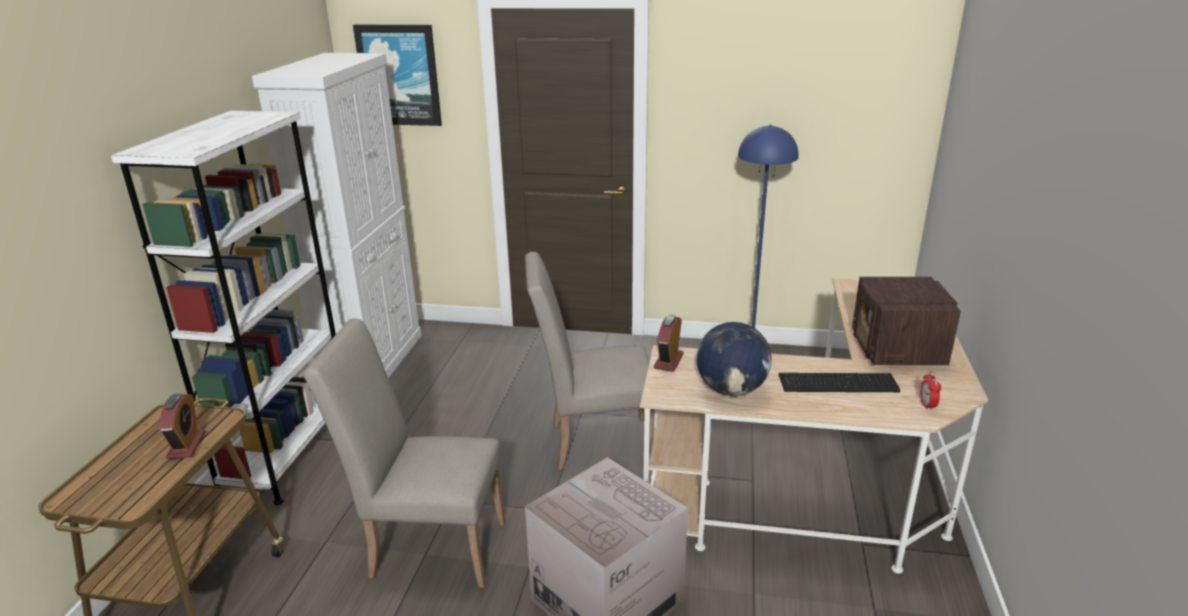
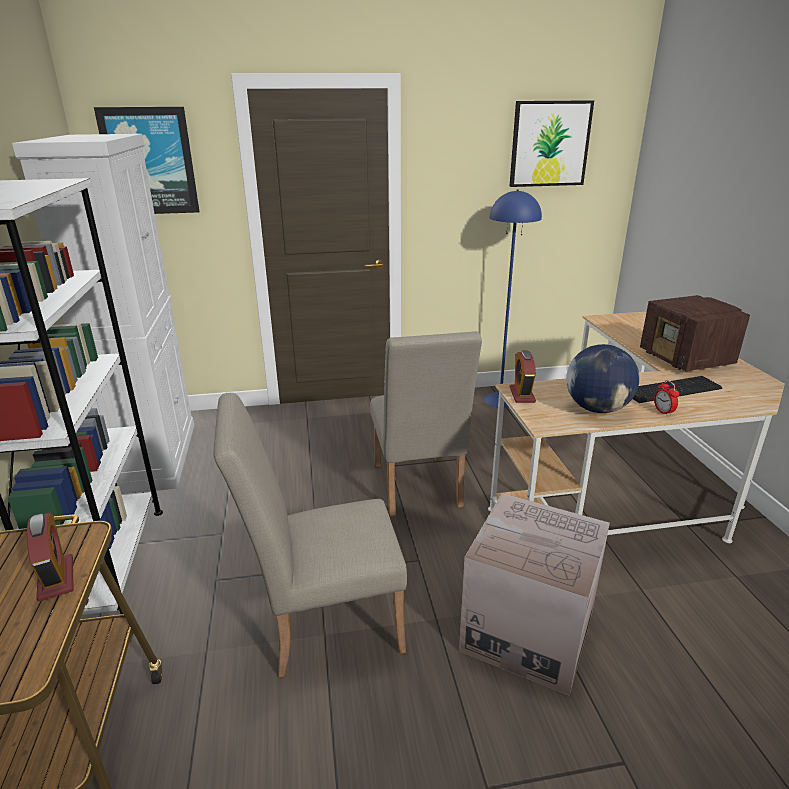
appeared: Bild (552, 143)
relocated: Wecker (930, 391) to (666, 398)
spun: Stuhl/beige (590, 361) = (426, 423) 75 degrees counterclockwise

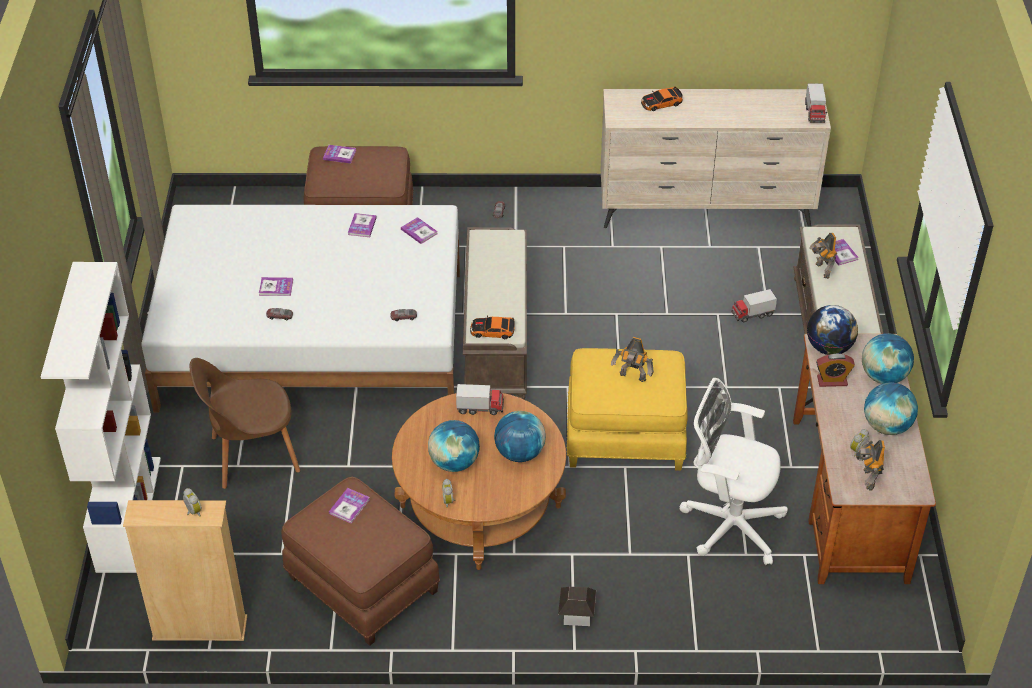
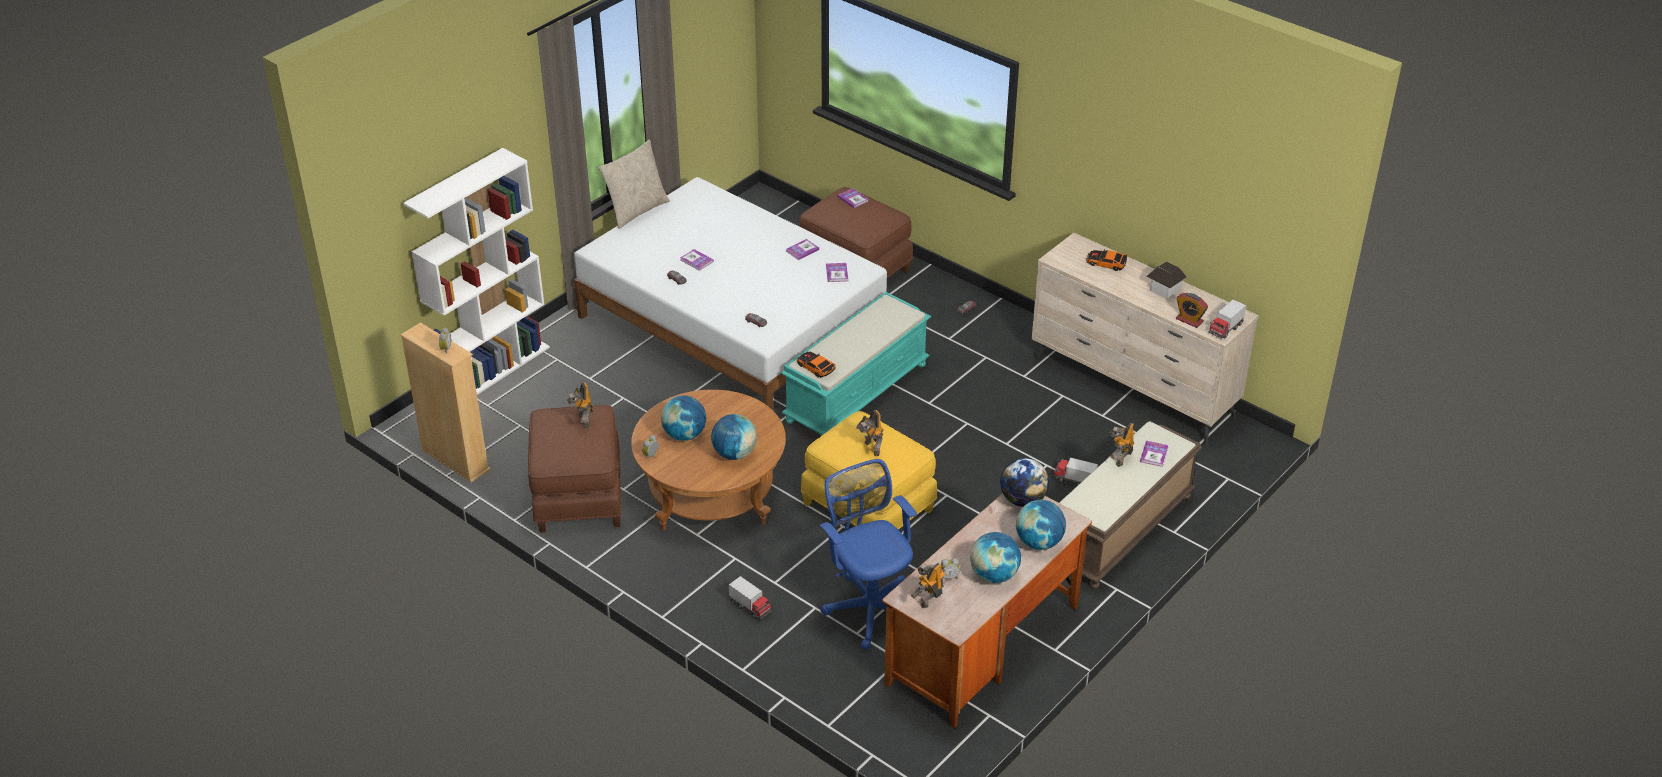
missing: Stuhl/braun (245, 423)
appeared: Kissen/beige (634, 184)
relocated: Spielzeuglaster (480, 399) to (750, 598); Spielzeughaus (577, 606) to (1167, 281); Wecker (835, 370) to (1192, 310)
exchanged: Buch (349, 505) to Spielzeugroboter (580, 405)
colour: Bank/braun (495, 313) to Bank/türkis (856, 364); Bürostuhl/weiß (734, 471) to Bürostuhl/blau (868, 555)

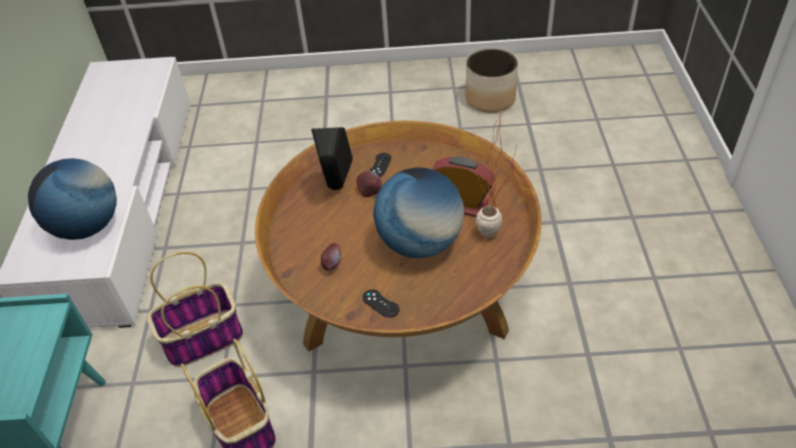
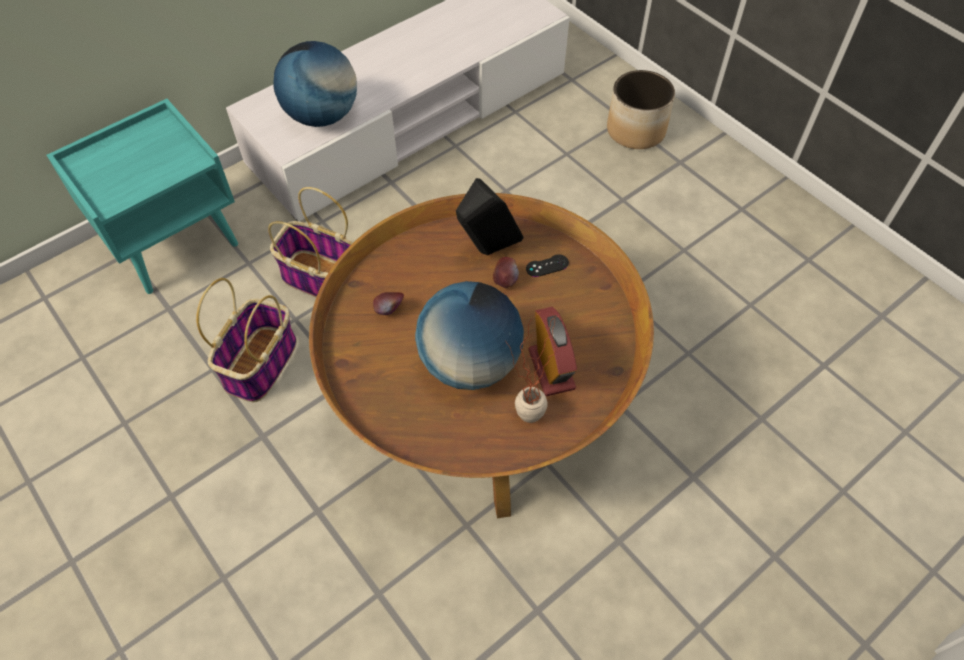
missing: Gamepad/schwarz (381, 303)
relocated: Pflanzkübel (491, 81) to (641, 109)

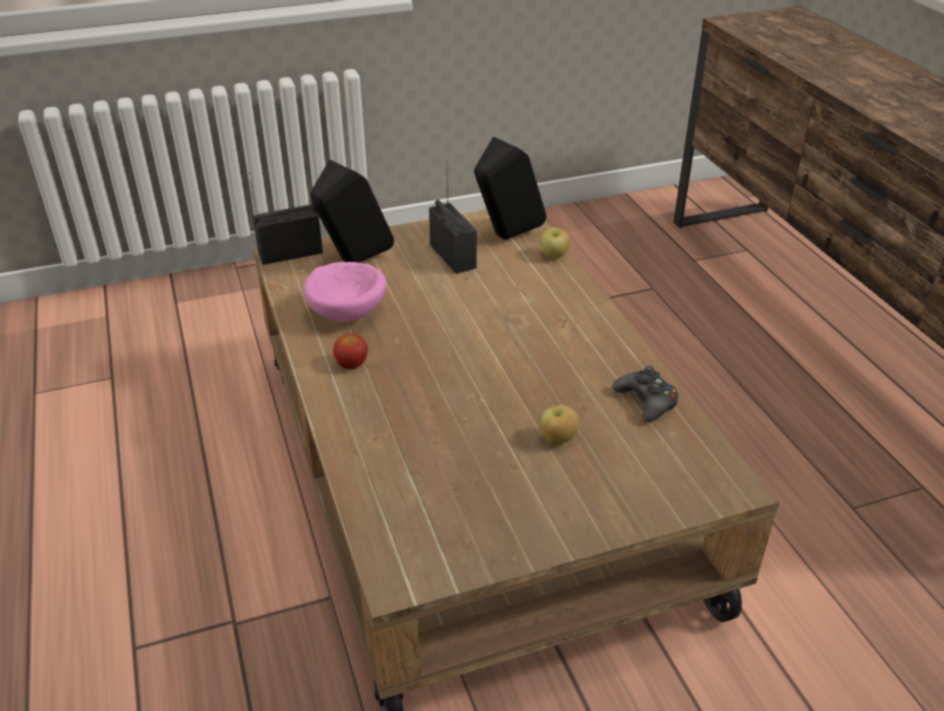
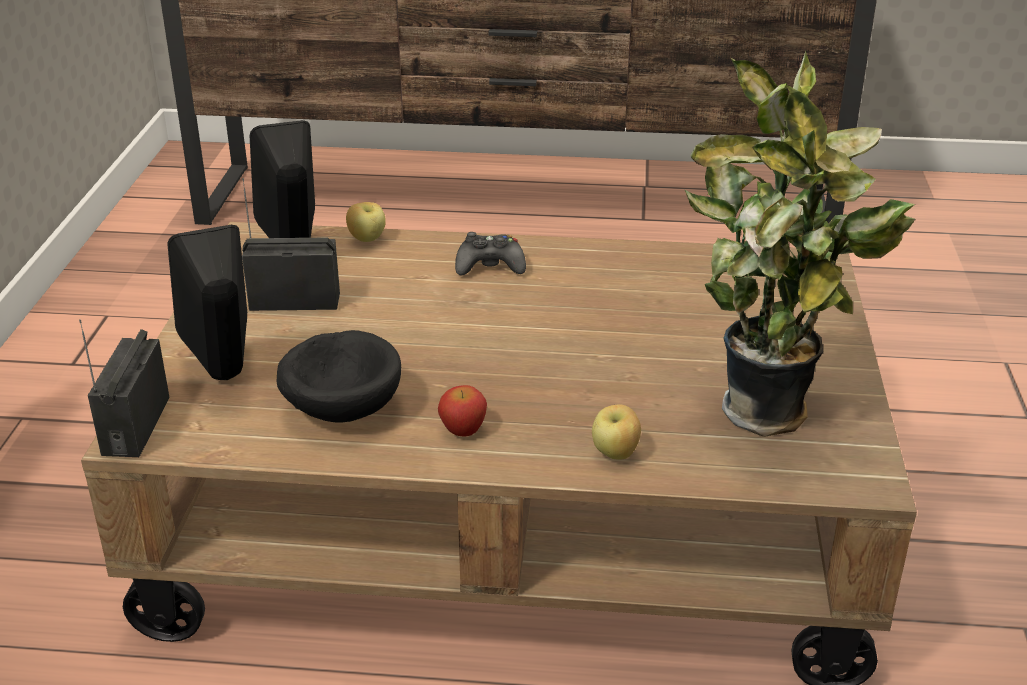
appeared: Topfpflanze (800, 243)
relocated: Apfel (559, 425) to (616, 432); Gamepad/schwarz (645, 394) to (490, 253)
colour: Schüssel/rosa (344, 292) to Schüssel/schwarz (339, 376)

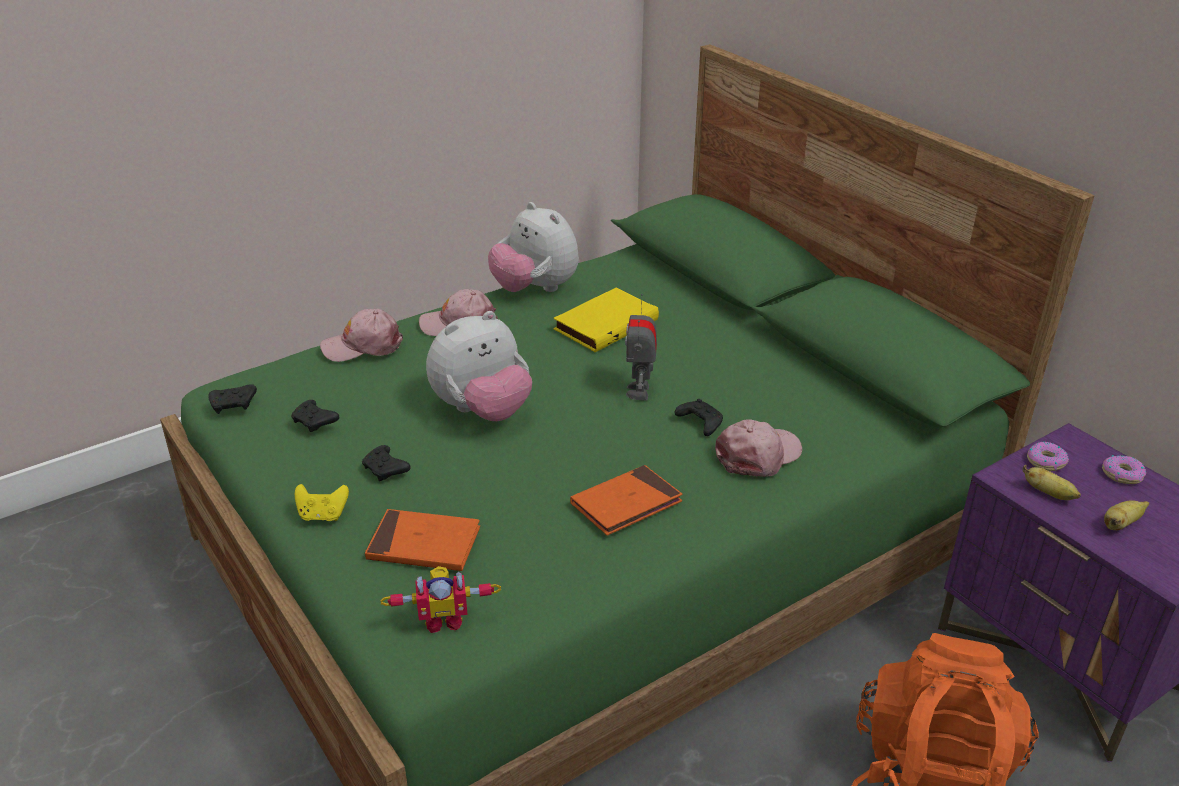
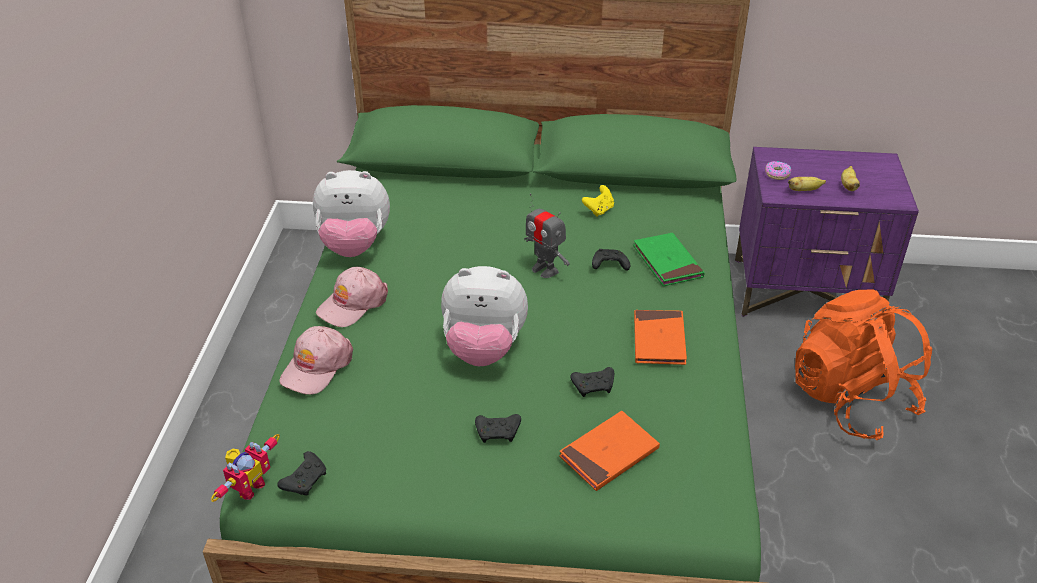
missing: Buch/gelb (606, 320); Donut (1124, 469)
relocated: Gamepad/schwarz (315, 416) to (592, 382); Gamepad/gelb (322, 502) to (598, 201); Spielzeugroboter (440, 599) to (245, 468)
exchanged: Kappe/rosa (758, 448) to Buch/grün (669, 259)
spun: Plüschtier (479, 366) = (484, 316) 90 degrees clockwise

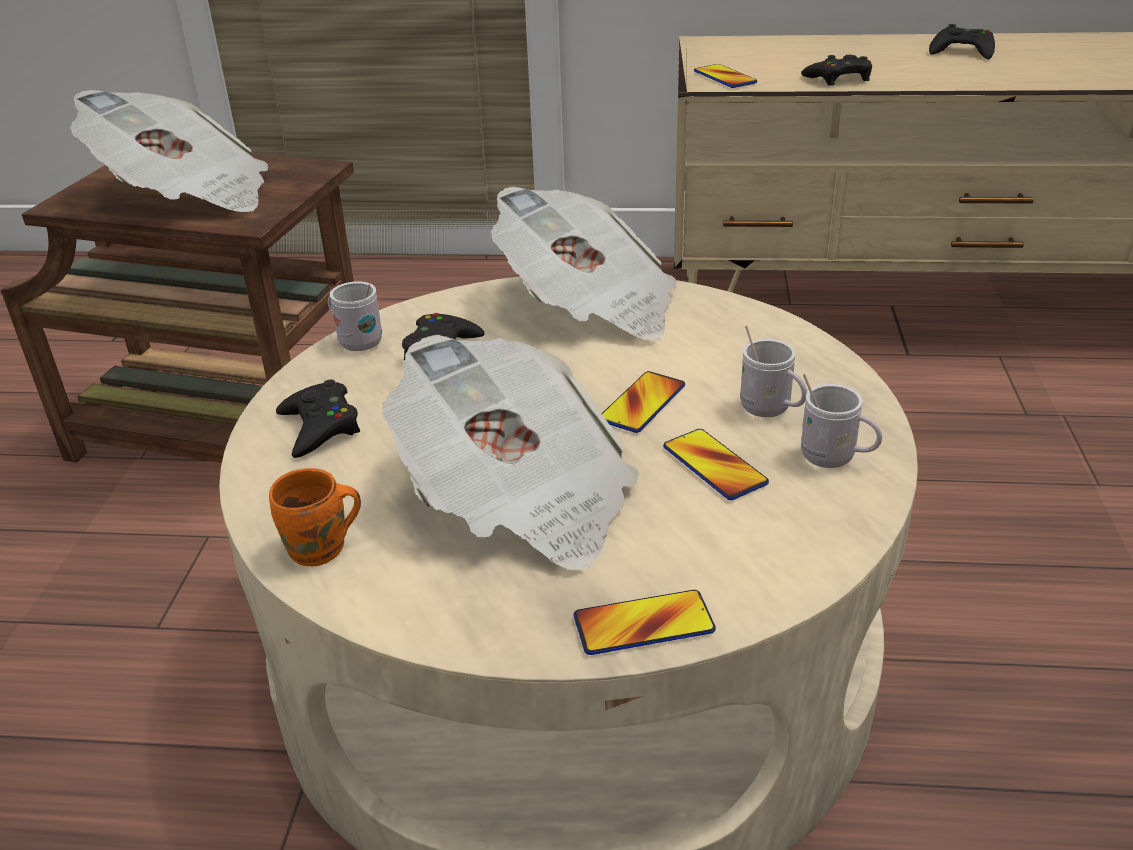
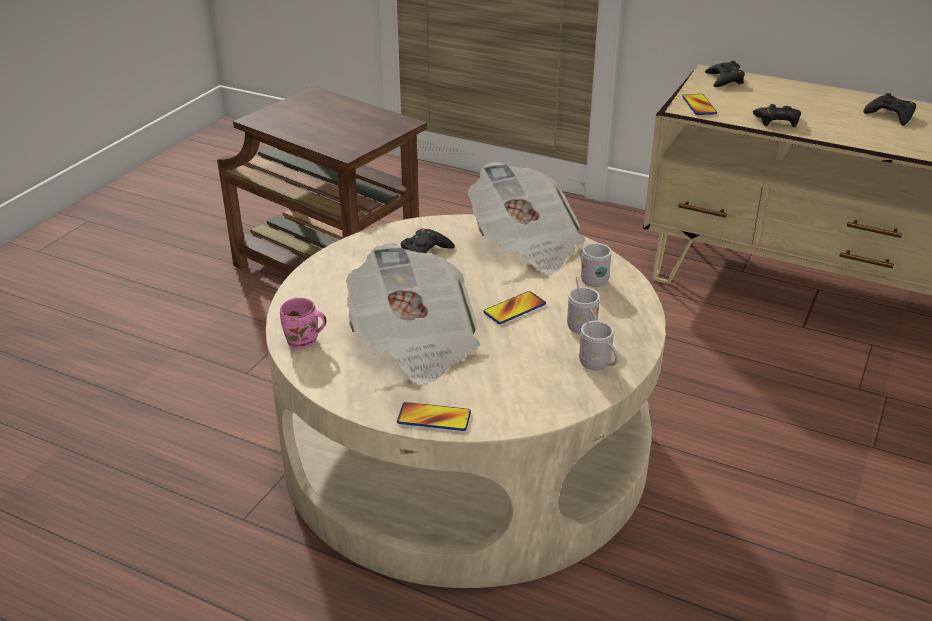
missing: Zeitung (169, 151); Handy (716, 464)
relocated: Gamepad/schwarz (318, 418) to (725, 74); Henkelbecher/weiß (355, 316) to (596, 265)
colour: Henkelbecher/orange (315, 517) to Henkelbecher/rosa (303, 323)

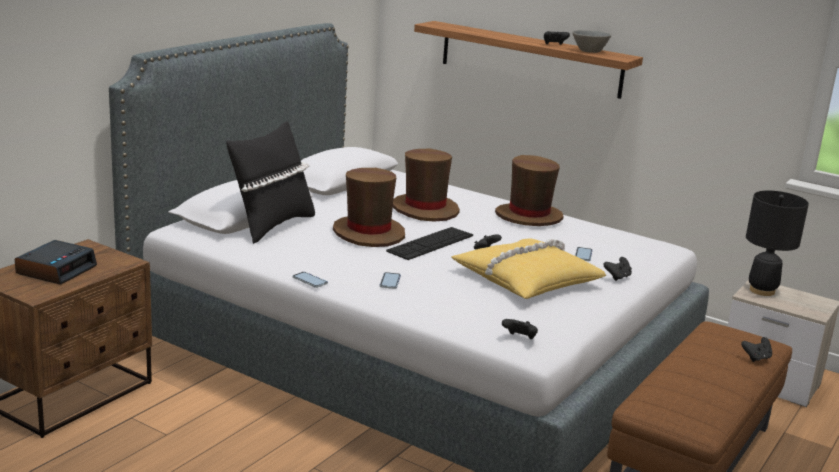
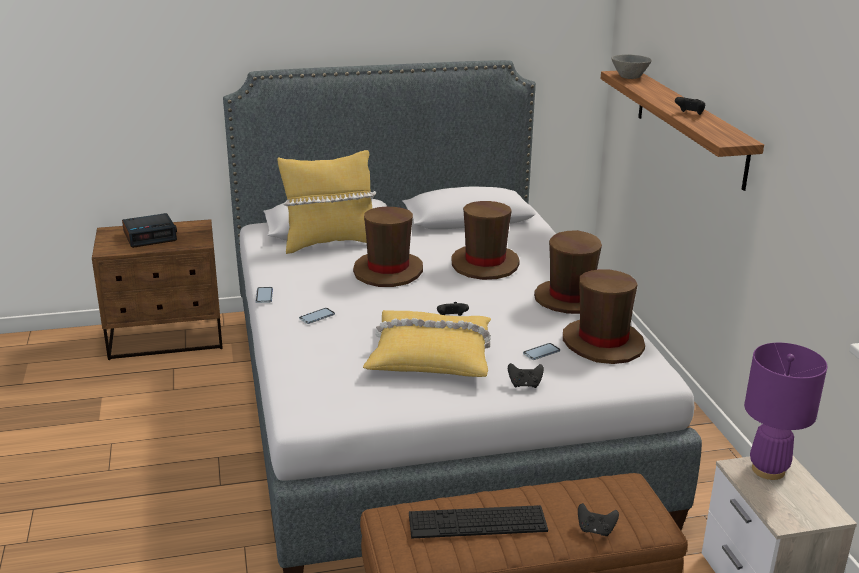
missing: Gamepad/schwarz (520, 329)
appeared: Hut/braun (604, 316)
relocated: Tastatur (429, 243) to (478, 521); Schüssel/grau (591, 41) to (632, 67)
colour: Kissen/schwarz (270, 182) to Kissen/gelb (326, 202); Tischlampe/schwarz (777, 243) to Tischlampe/lila (785, 411)

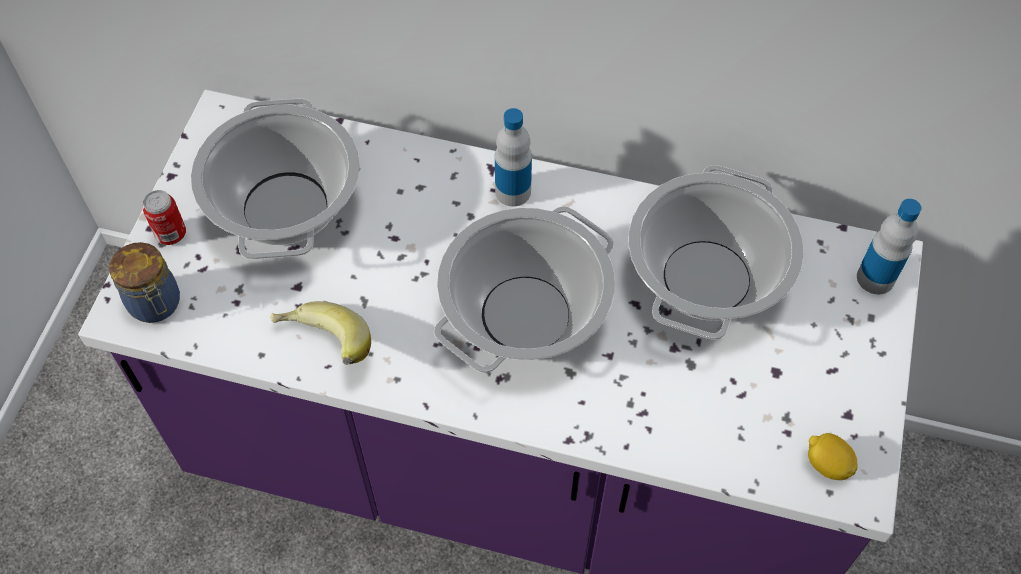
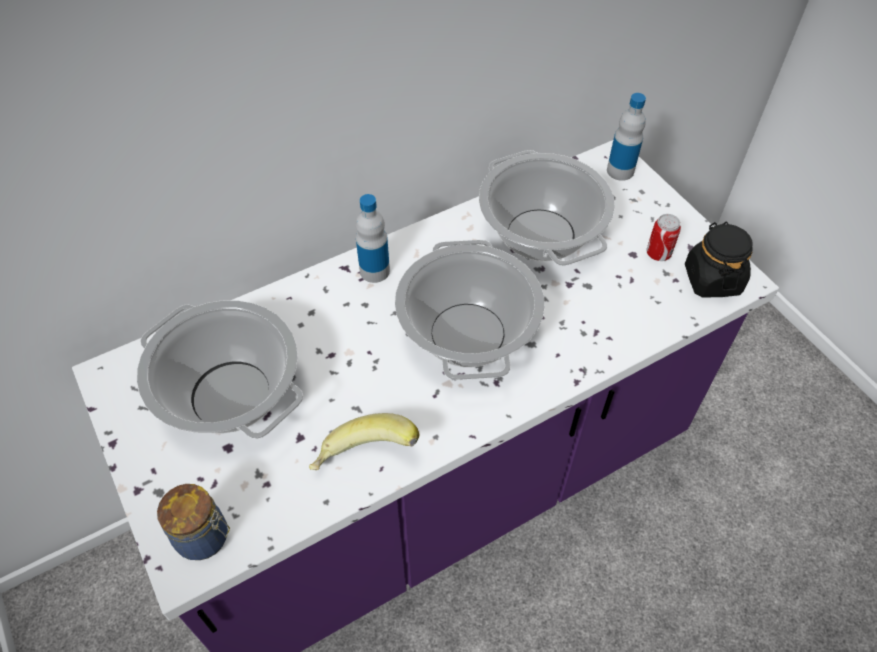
relocated: Dose (164, 217) to (663, 237)
exchanged: Zitrone (833, 456) to Vorratsglas/schwarz (719, 260)

